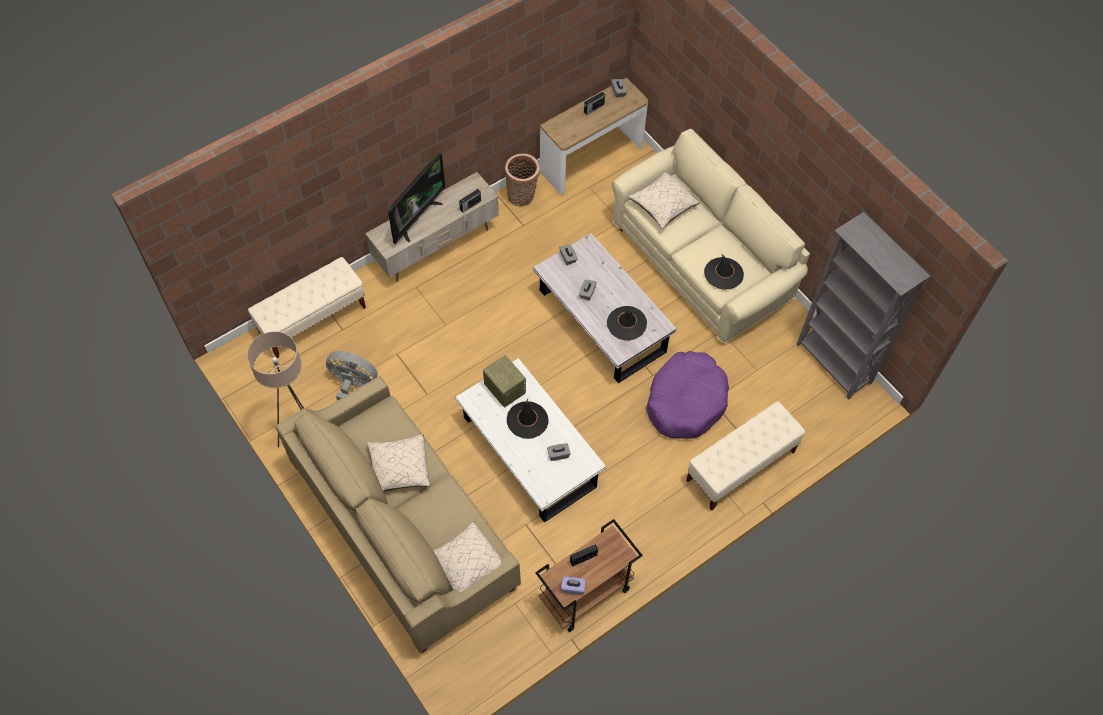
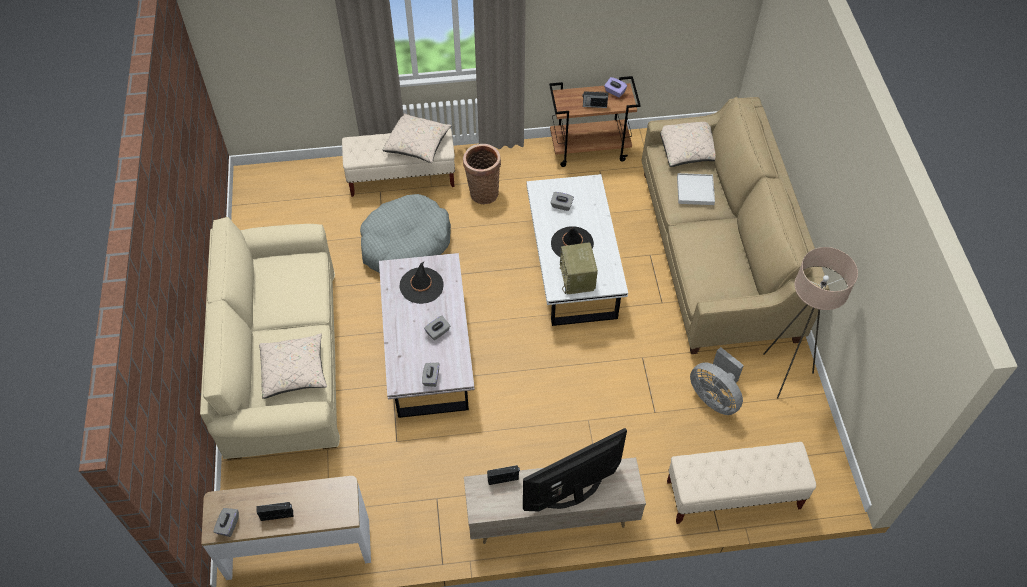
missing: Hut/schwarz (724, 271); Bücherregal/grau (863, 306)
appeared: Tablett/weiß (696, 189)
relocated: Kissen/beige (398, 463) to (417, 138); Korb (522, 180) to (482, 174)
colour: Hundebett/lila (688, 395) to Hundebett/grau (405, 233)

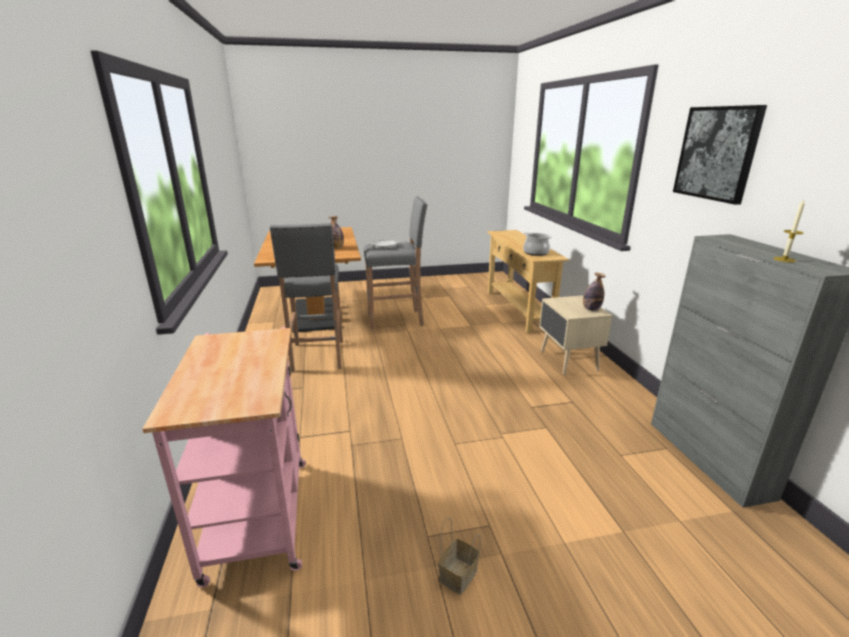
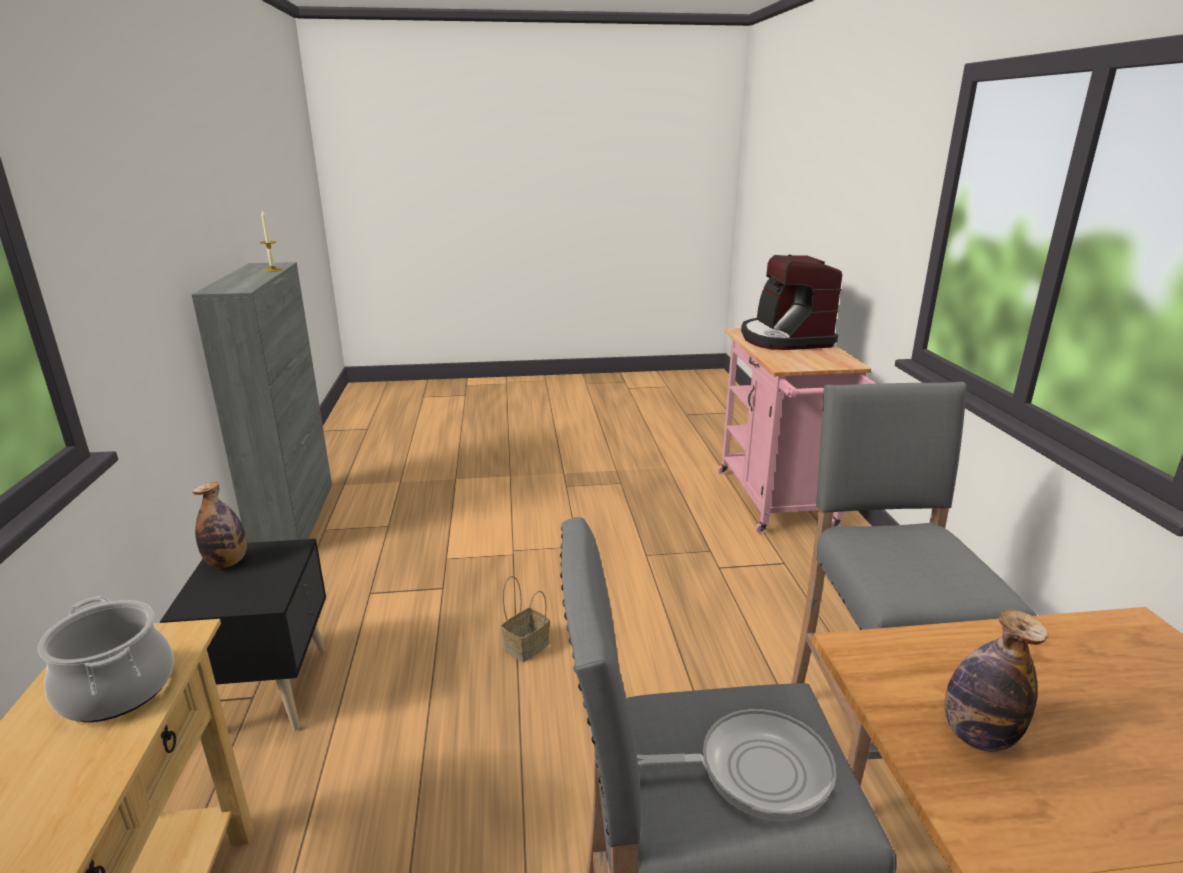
missing: Bild (720, 155)
appeared: Kaffeemaschine (791, 302)
relocated: Korb (459, 556) to (525, 619)
colour: Nachttisch/beige (575, 335) to Nachttisch/schwarz (243, 635)

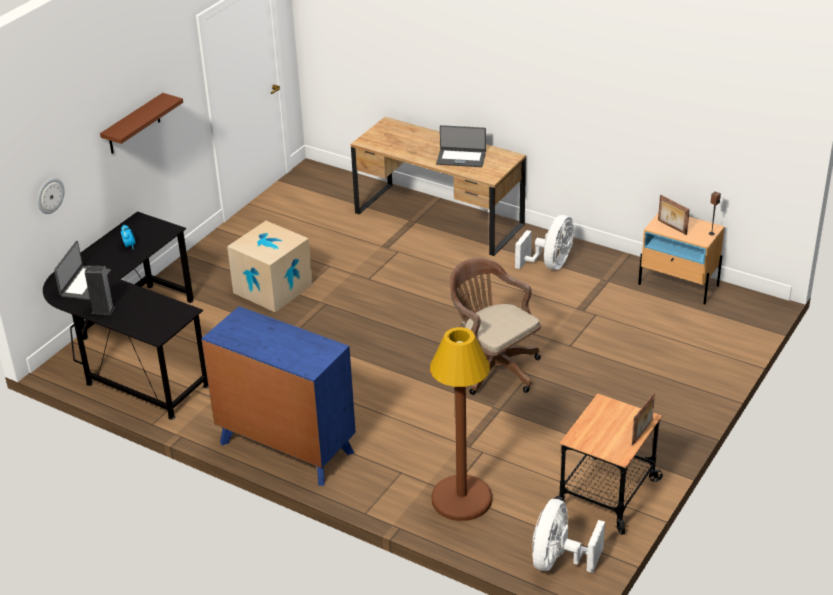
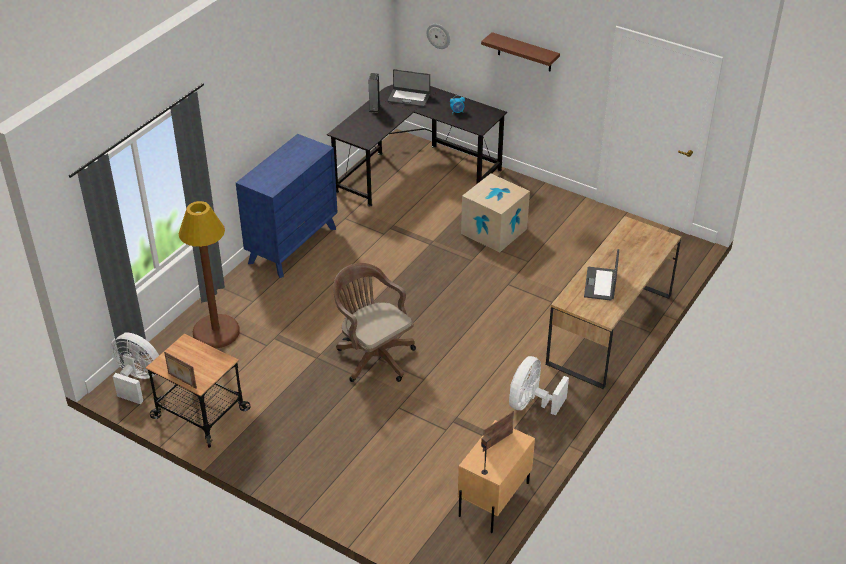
spun: Bürostuhl/braun (495, 326) = (374, 322) 90 degrees counterclockwise; Ventilator/weiß (544, 242) = (539, 386) 90 degrees clockwise

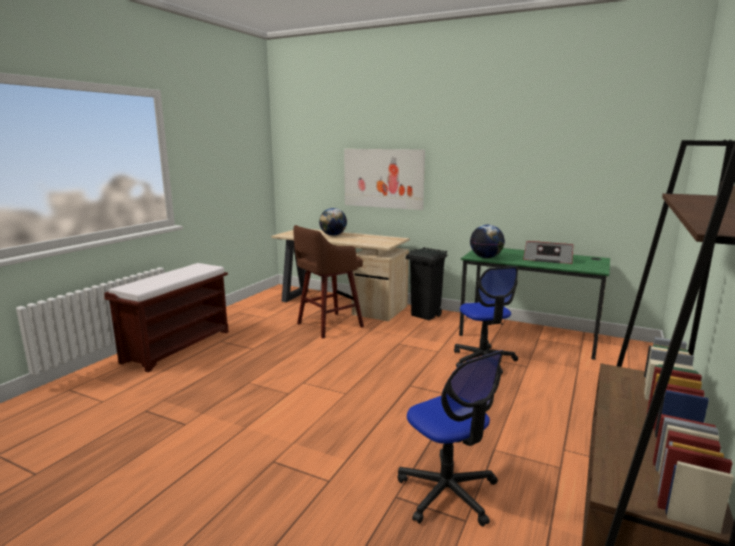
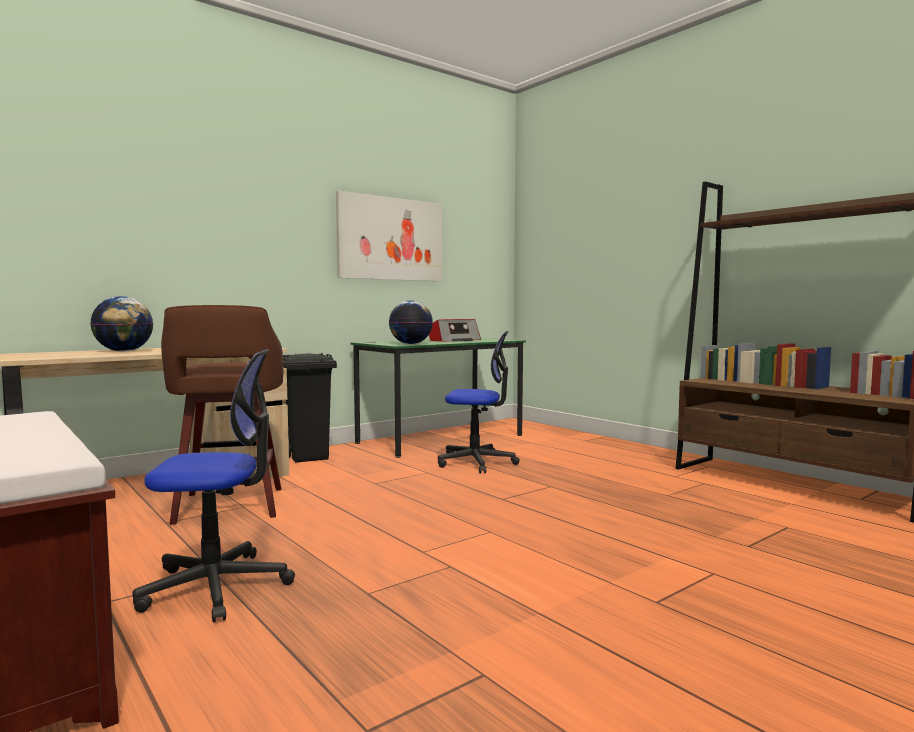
relocated: Bild (384, 179) to (389, 236); Bürostuhl (450, 438) to (213, 486)

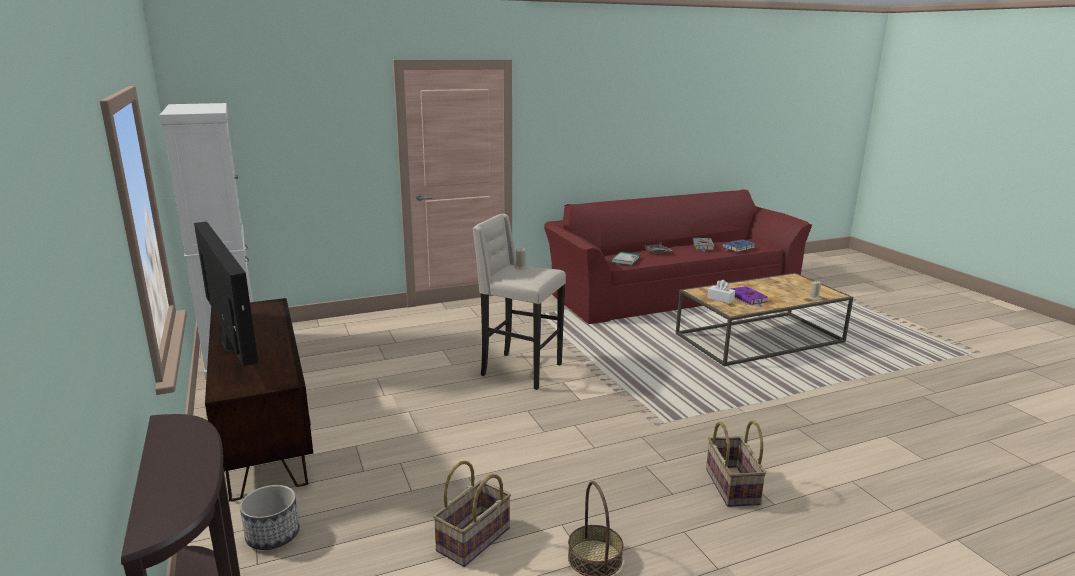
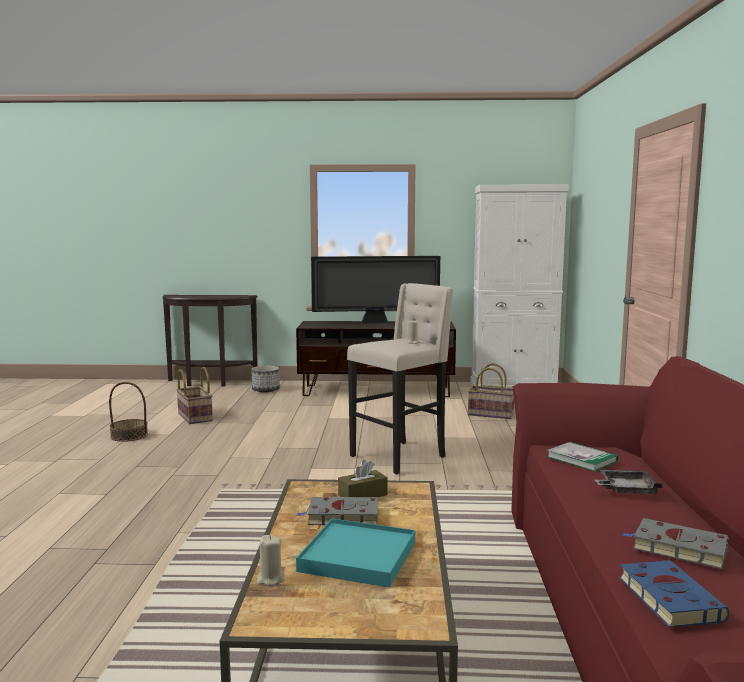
appeared: Tablett/türkis (355, 553)
relocated: Korb (736, 463) to (491, 391)
colour: Taschentuchbox/weiß (721, 291) to Taschentuchbox/braun (363, 478); Buch/lila (749, 296) to Buch/grau (338, 511)

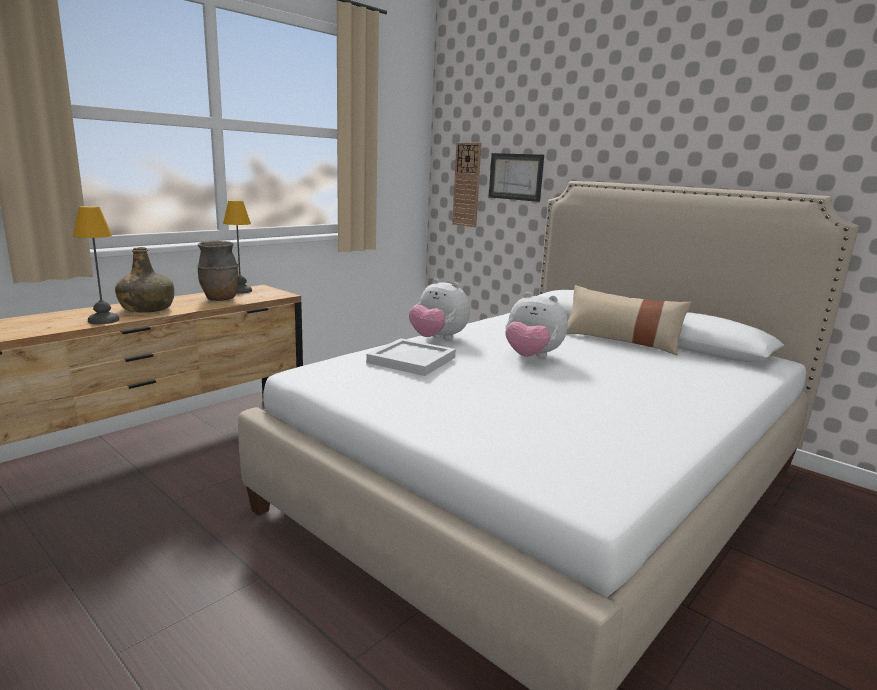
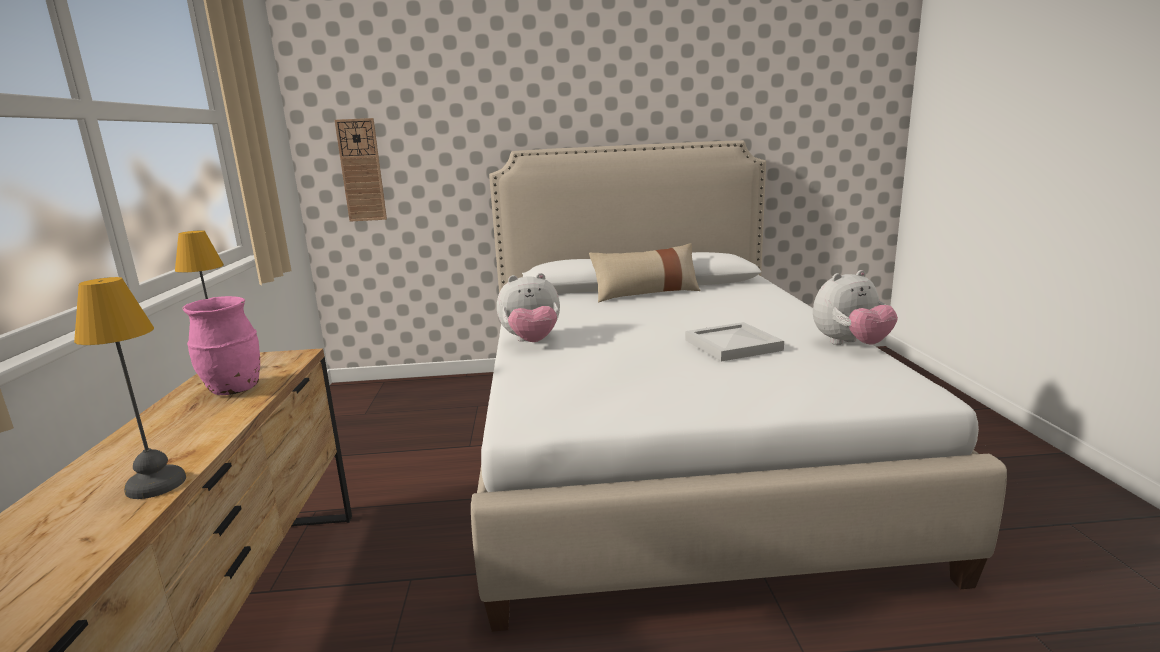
missing: Flasche/grün (144, 280); Bild (516, 177)
relocated: Tablett/weiß (411, 357) to (734, 342); Plüschtier (536, 325) to (855, 307)
colour: Vase/braun (217, 271) to Vase/rosa (221, 345)

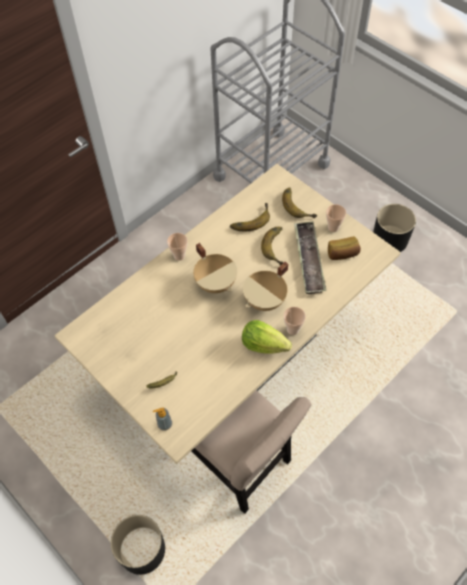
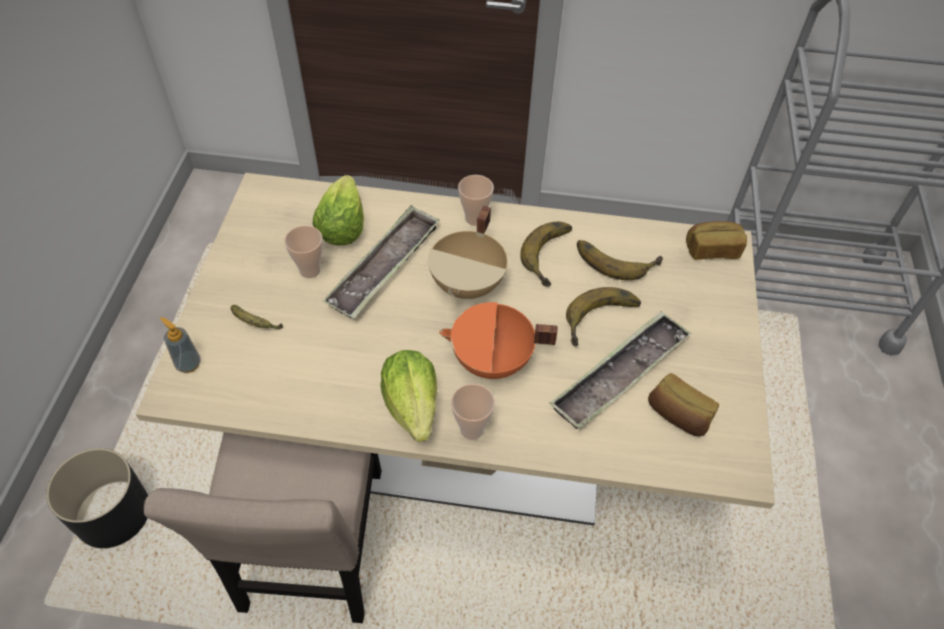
missing: Pflanzkübel/schwarz (394, 228)
appeared: Salatkopf (338, 210); Tablett (381, 262); Brot (716, 240)
relocated: Banane (299, 202) to (546, 254); Tasse (336, 218) to (303, 251)
colour: Kochtopf/beige (265, 286) to Kochtopf/orange (498, 340)

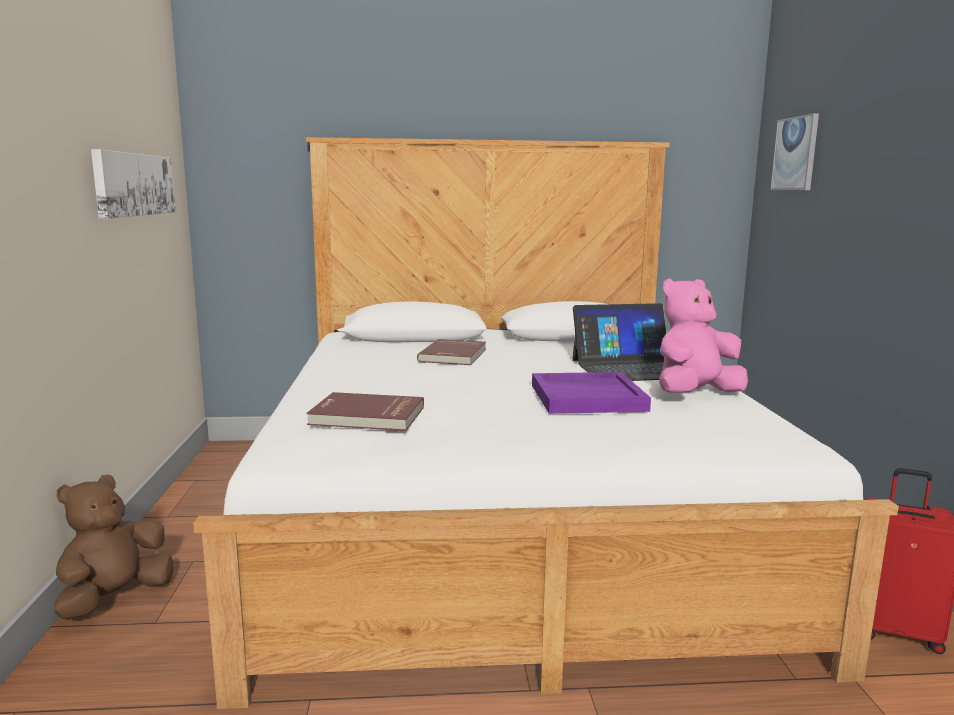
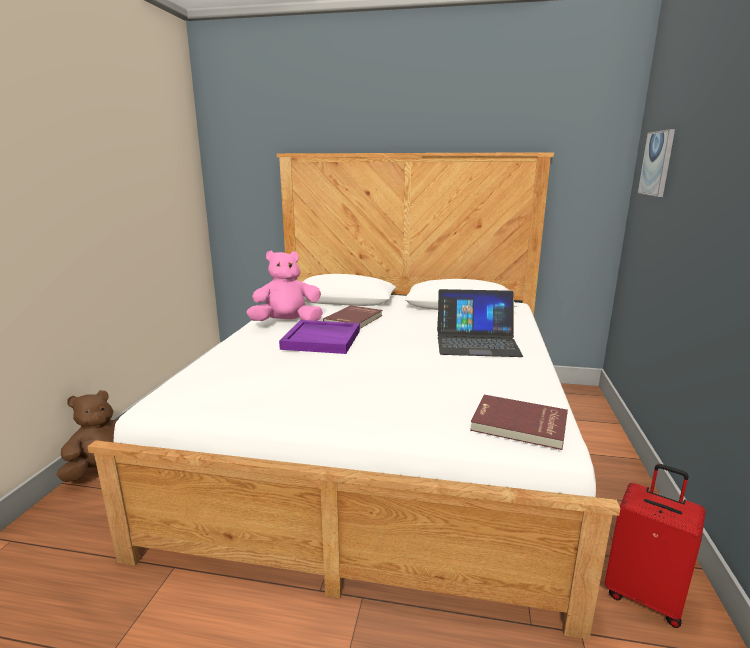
missing: Bild (133, 184)
relocated: Buch/rot (365, 411) to (519, 422); Tablett/lila (591, 393) to (319, 337); Plüschtier/rosa (703, 335) to (285, 286)

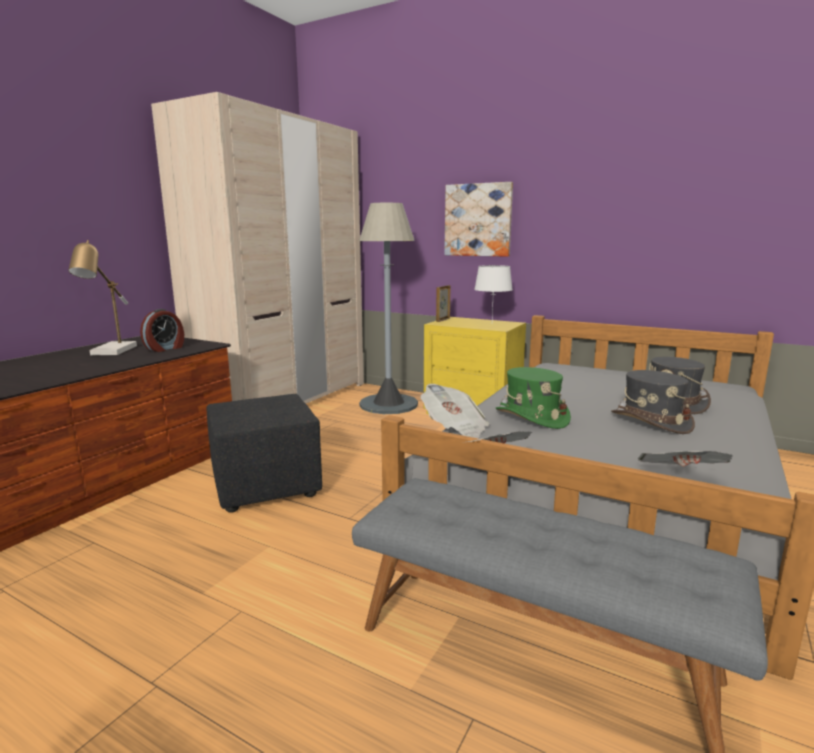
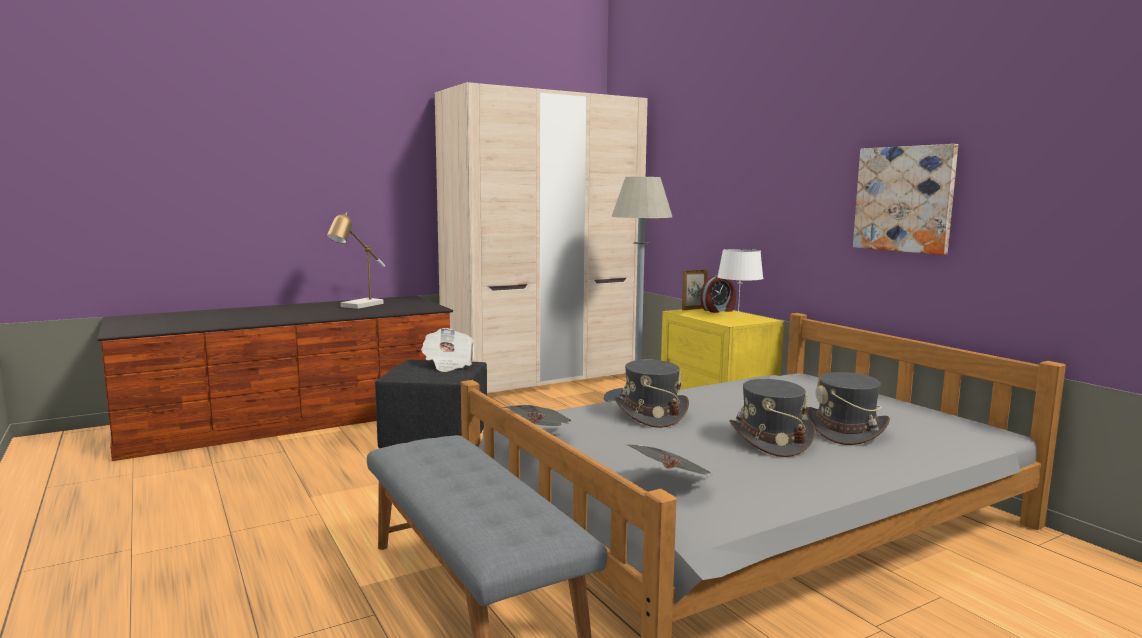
relocated: Wecker (162, 330) to (718, 294); Zeitung (455, 411) to (448, 350); Bild (478, 219) to (905, 199)
colour: Hut/grün (533, 398) to Hut/grau (651, 394)

